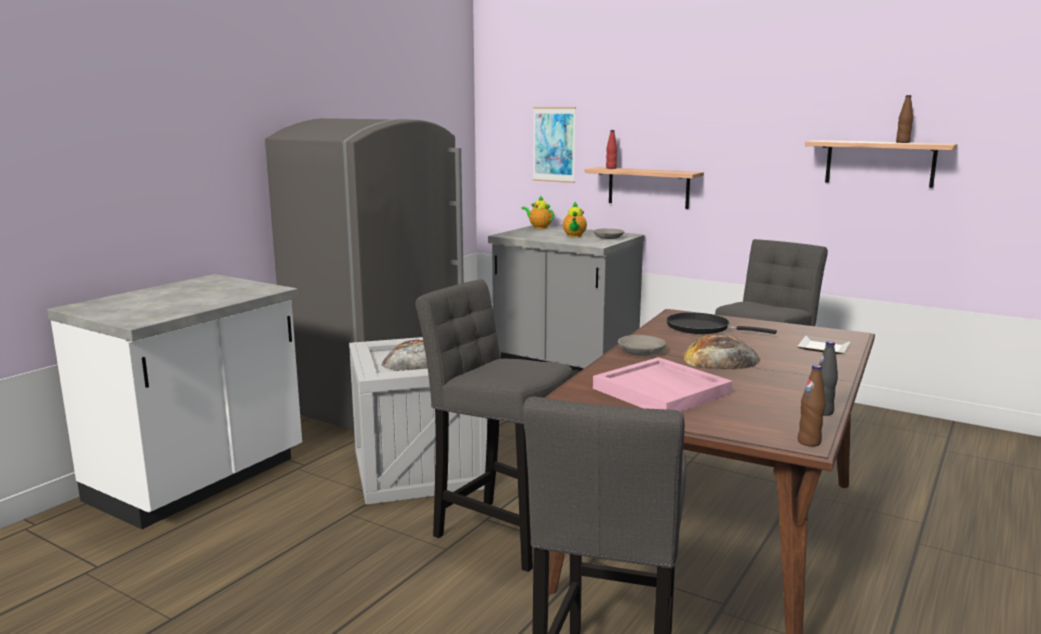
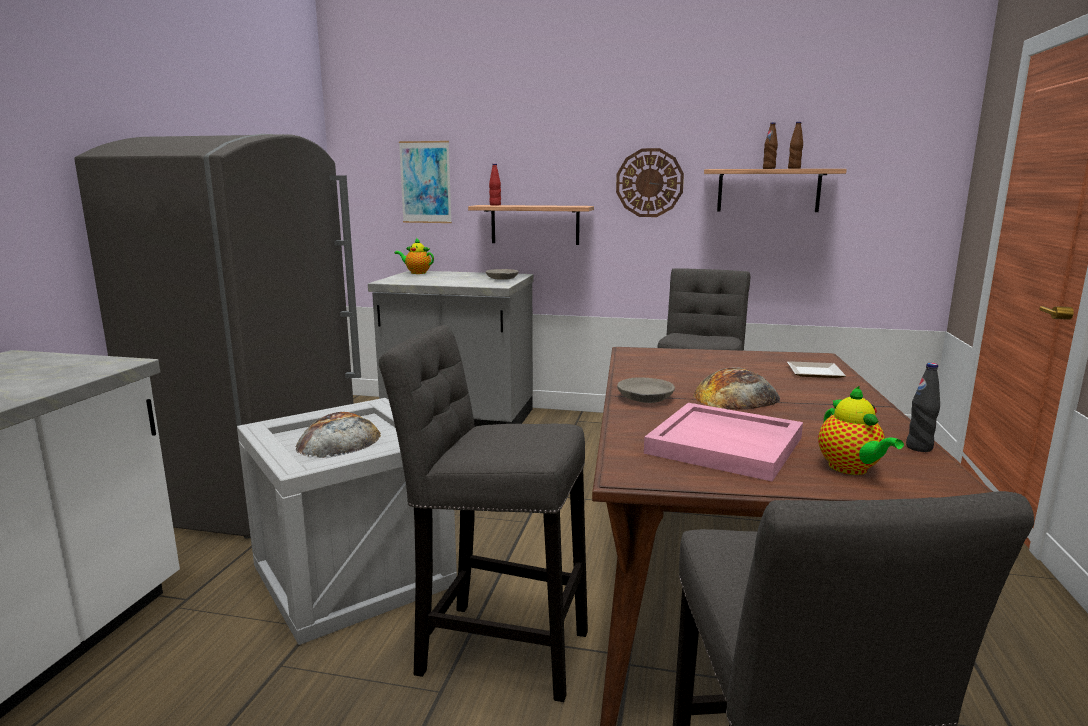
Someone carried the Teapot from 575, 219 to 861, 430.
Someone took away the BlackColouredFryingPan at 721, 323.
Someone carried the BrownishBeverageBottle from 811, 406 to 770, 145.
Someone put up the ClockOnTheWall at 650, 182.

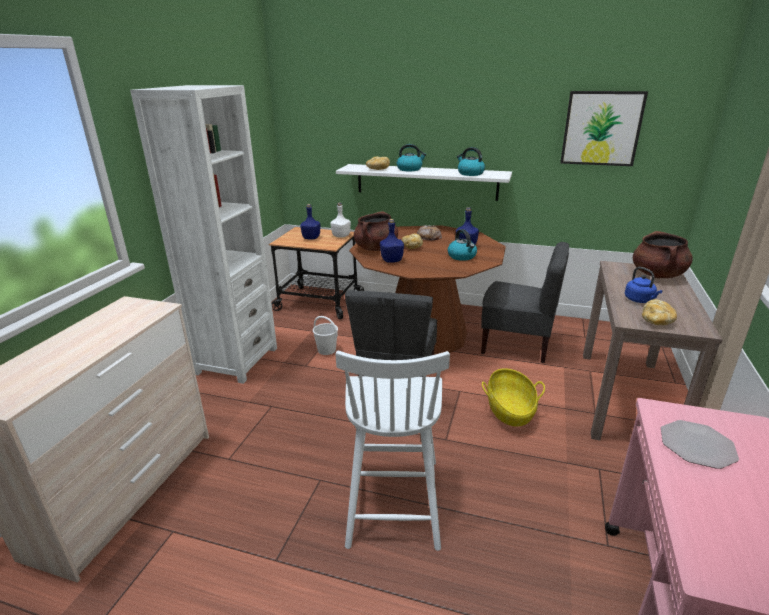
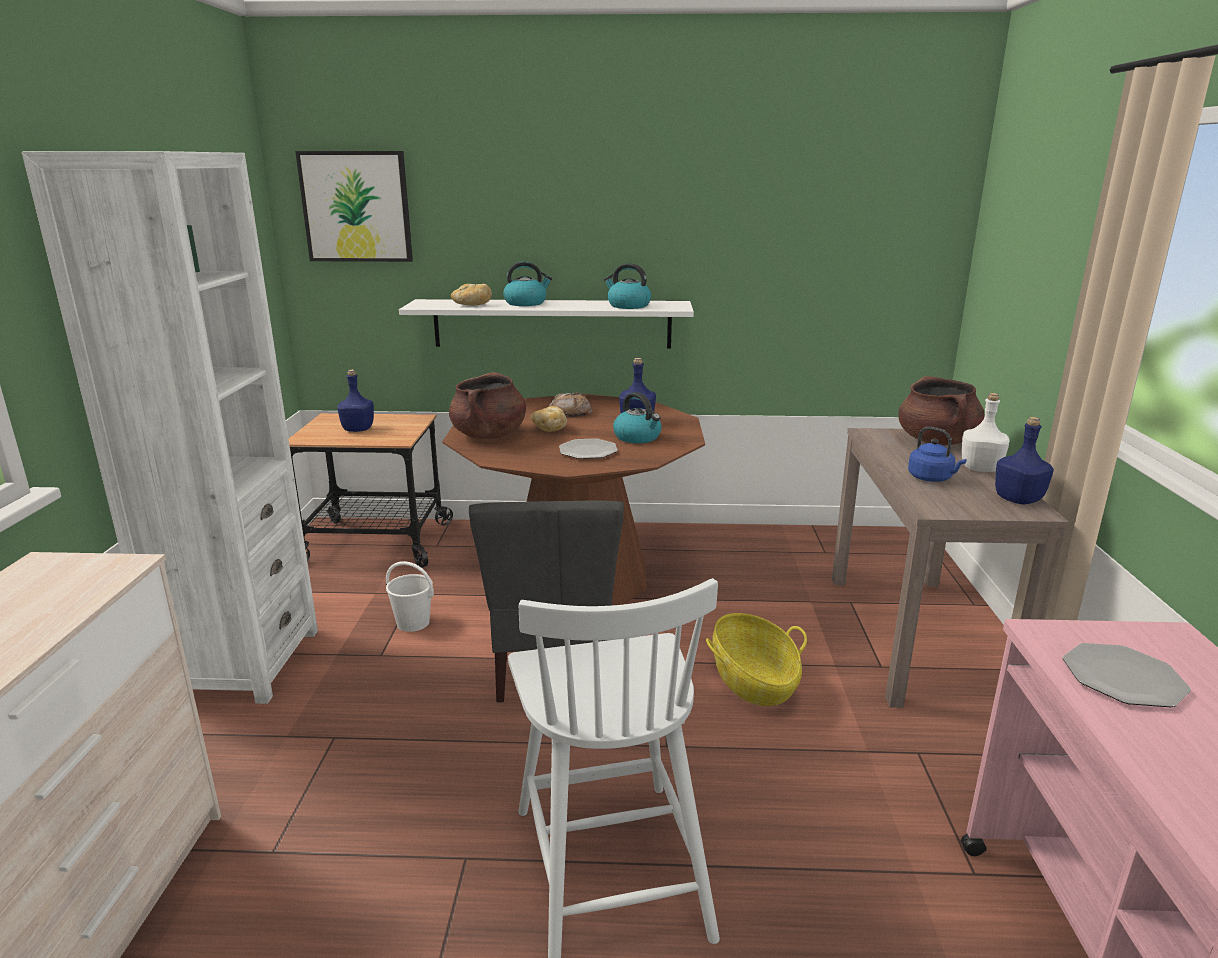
Someone carried the WhiteBeverageBottle from 340, 220 to 986, 432.
Someone carried the BlueBeverageBottle from 392, 241 to 1024, 460.
Someone took away the GrayUprightChair at 525, 302.
Someone carried the WallPicture from 604, 128 to 354, 206.
Someone took away the Bread at 659, 312.
Someone put down the FlatDish at 588, 448.

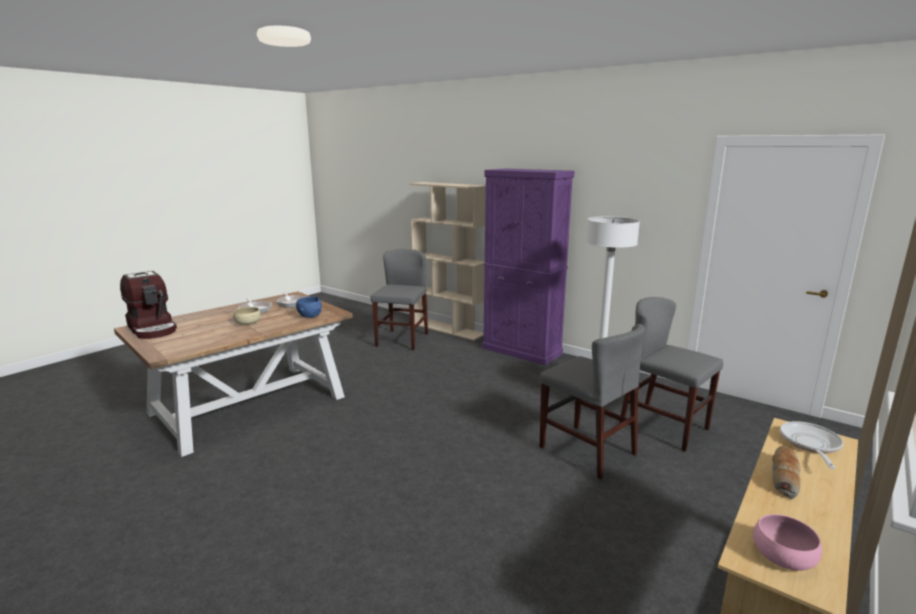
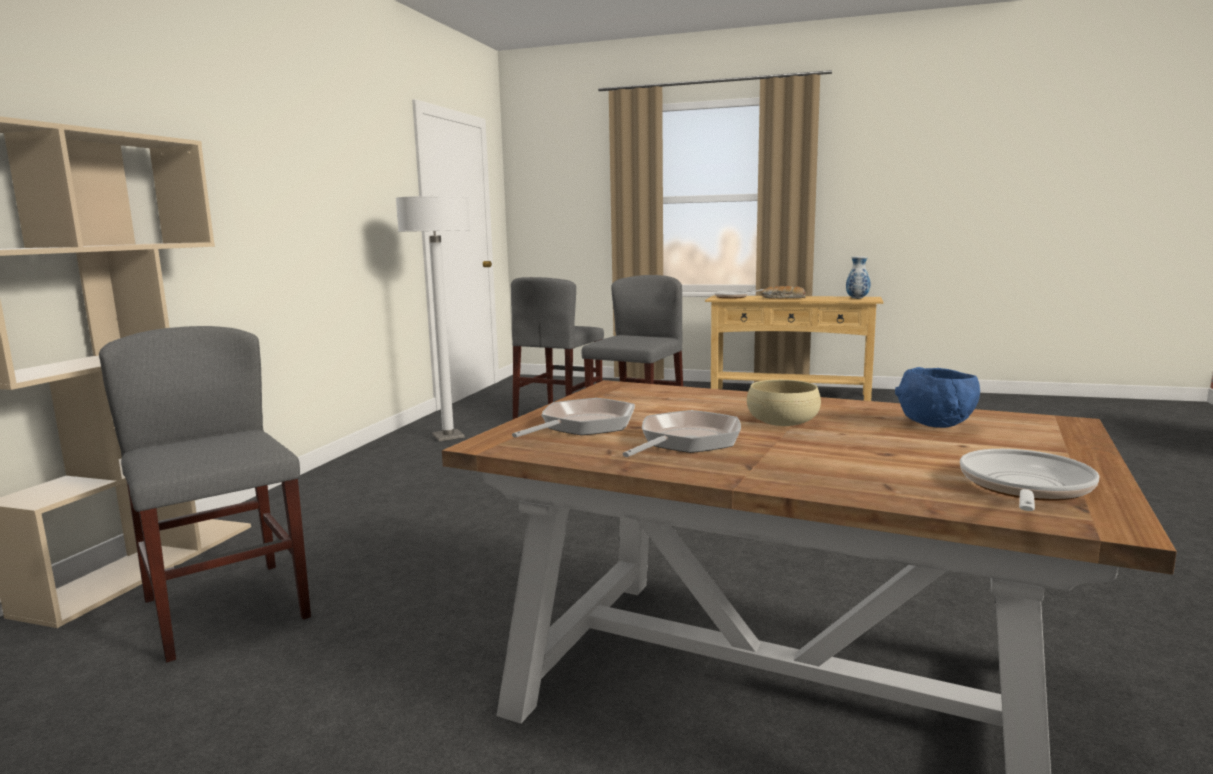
Someone swapped the CoffeeMachine at 148, 305 for the FryingPan at 1030, 480.
Someone carried the BlueDeepDish from 309, 307 to 937, 397.
Someone rotated the GrayUprightChair at 399, 299 by 60 degrees clockwise.
Someone took away the PurpleColouredCabinet at 528, 267.
Someone swapped the PinkishDeepDish at 787, 542 for the Vase at 858, 277.

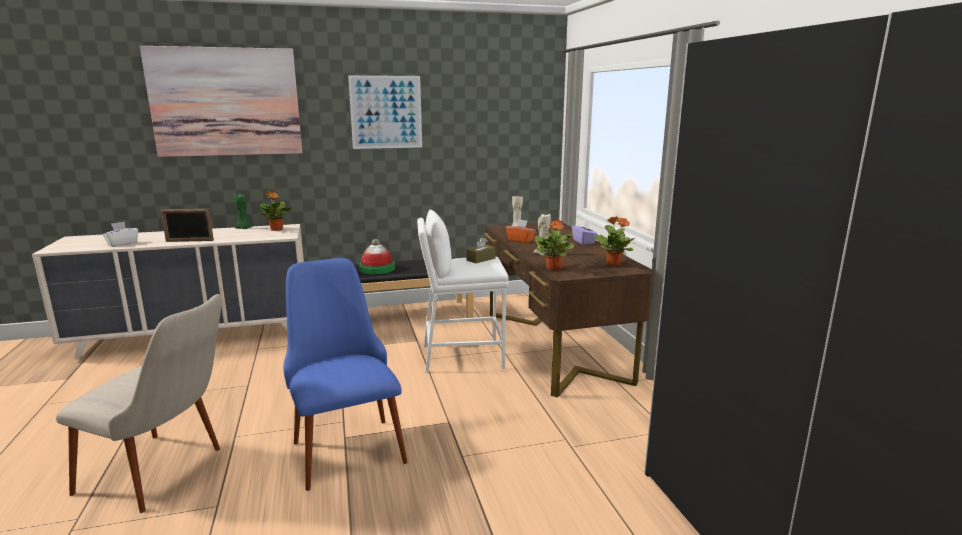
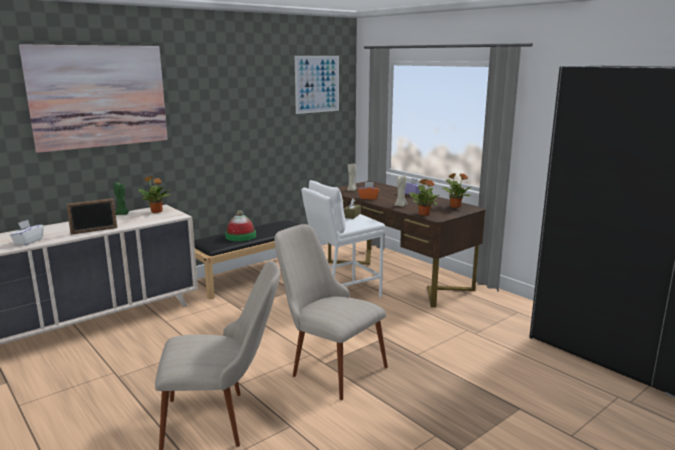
Someone repainted the BlueUprightChair at 346, 374, which became the BeigeColouredUprightChair at 331, 312.
Someone carried the WallPicture from 385, 112 to 317, 85.

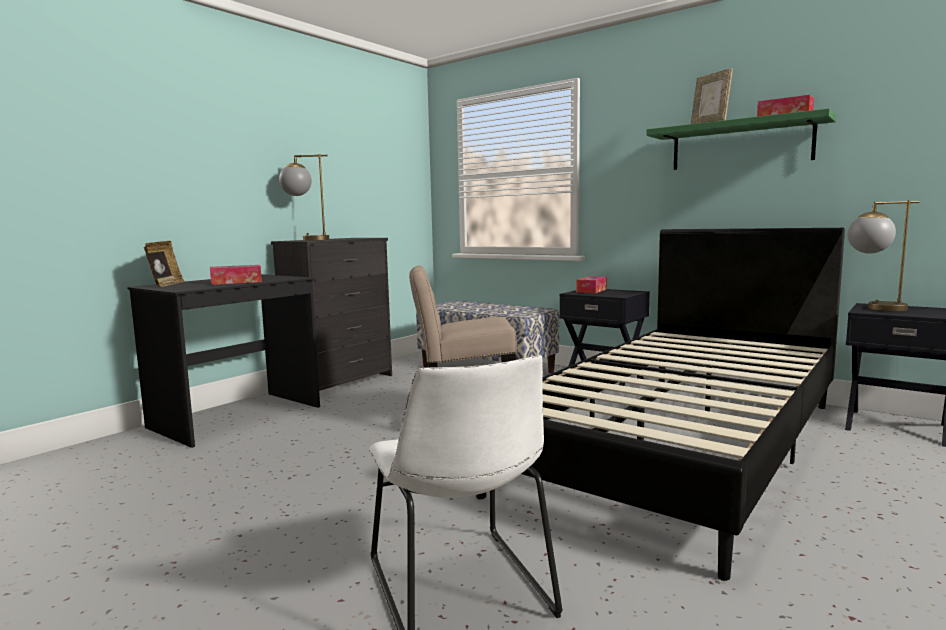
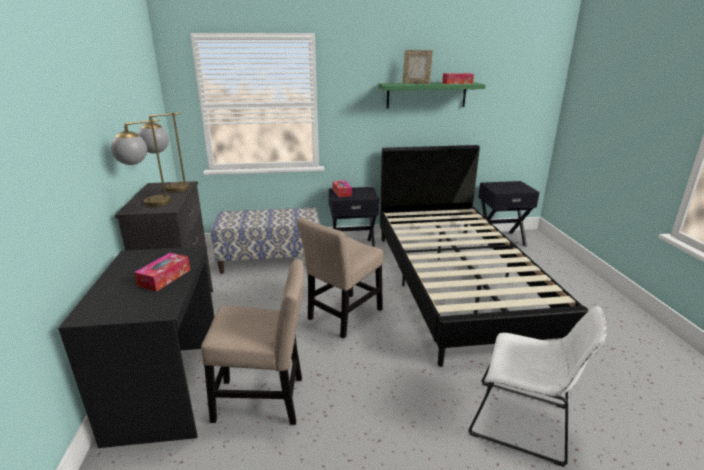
Someone took away the PhotoFrame at 164, 264.
Someone carried the TabletopLamp from 883, 255 to 163, 152.
Someone put down the BeigeColouredUprightChair at 252, 342.

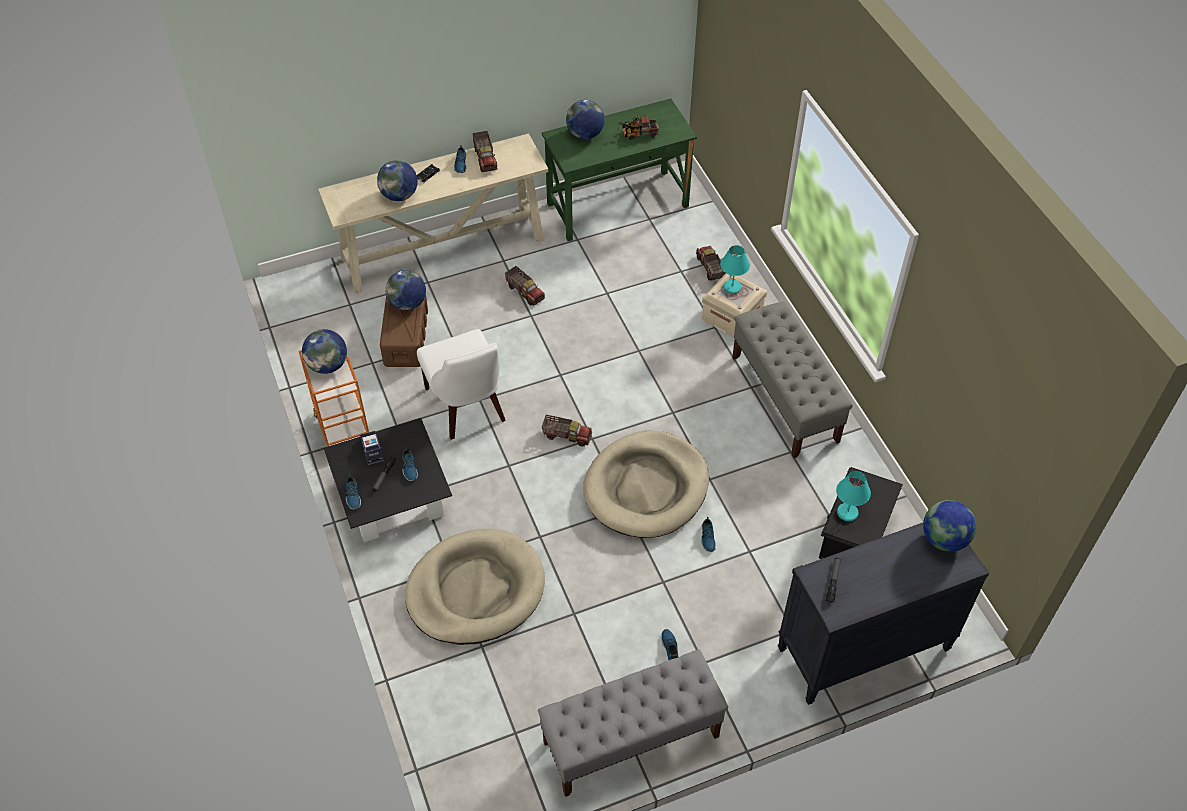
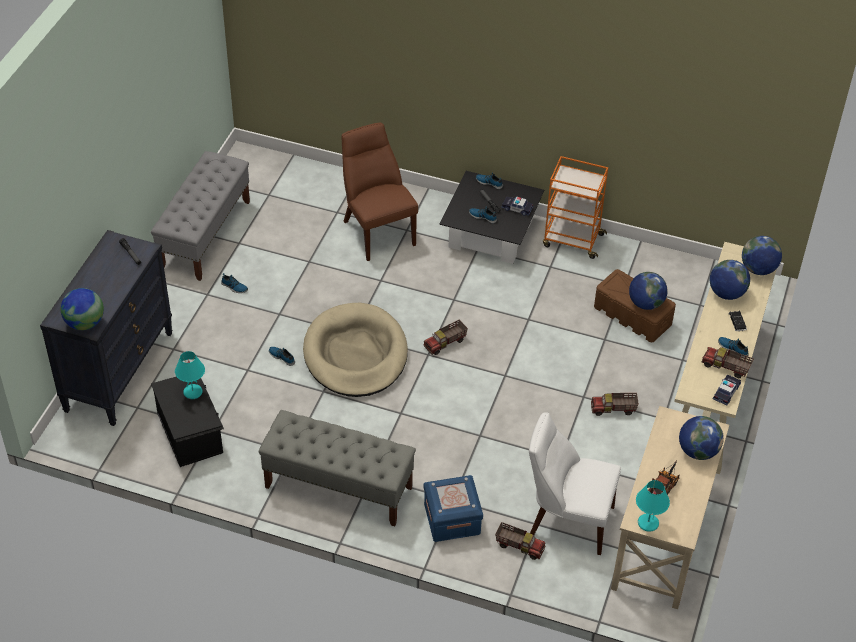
Someone carried the WorldGlobe from 324, 351 to 762, 255.
Someone swapped the BeigeColouredDogBed at 475, 587 for the BrownishUprightChair at 380, 192.
Someone carried the WhiteUprightChair from 461, 384 to 575, 483.
Someone repainted the GreenDesk at 619, 170, which became the BeigeColouredDesk at 670, 507.
Someone repainted the BeigeColouredStorageContainer at 734, 305, which became the BlueStorageContainer at 453, 508.
Someone carried the TurquoiseTabletopLamp from 735, 269 to 653, 506.
Someone put down the MiniatureCar at 727, 389.

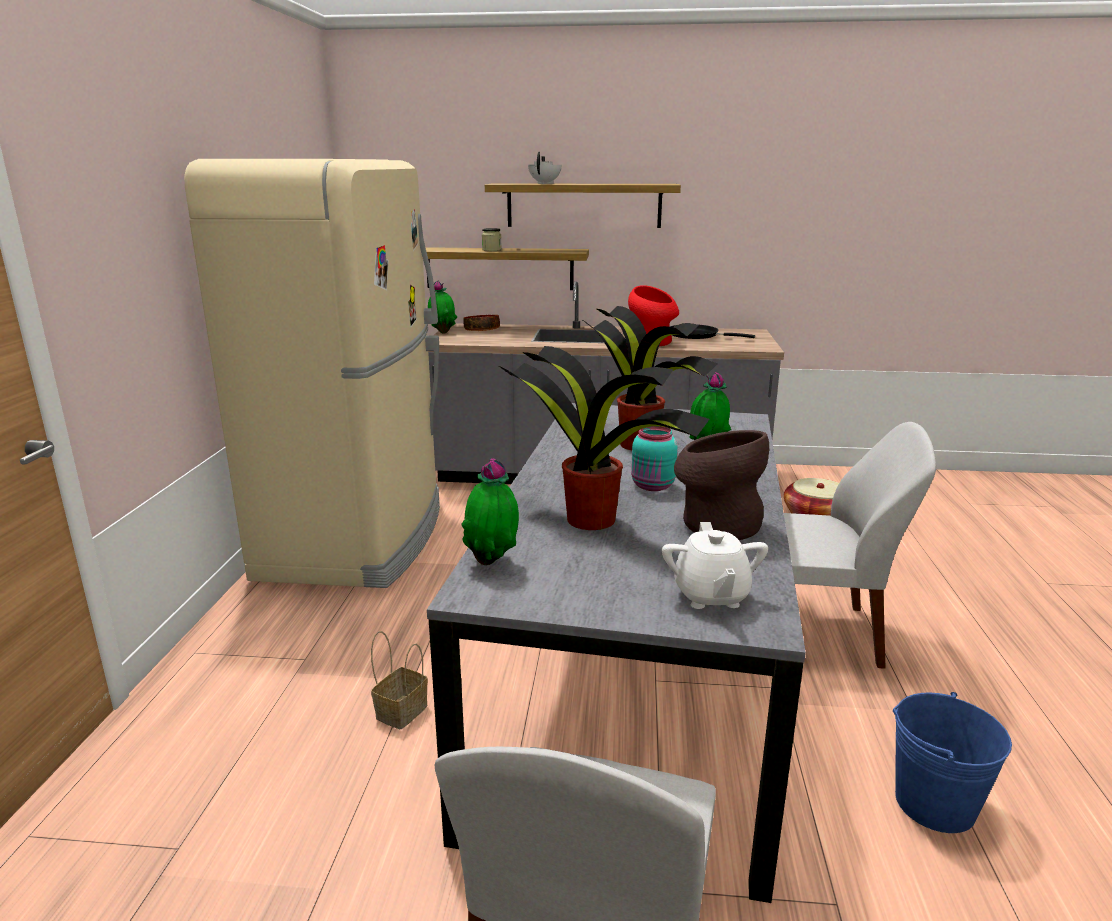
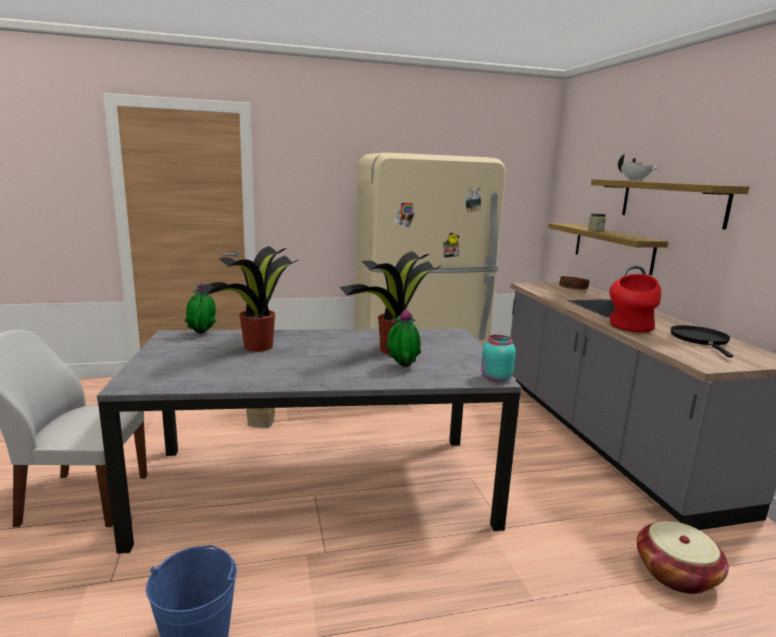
Someone took away the PlantInAPot at 442, 307.
Someone carried the TurquoiseJar from 654, 458 to 498, 358.
Someone took away the WhiteTeapot at 715, 565.
Someone took away the BrownishVase at 721, 485.
Someone took away the WhiteUprightChair at 860, 545.

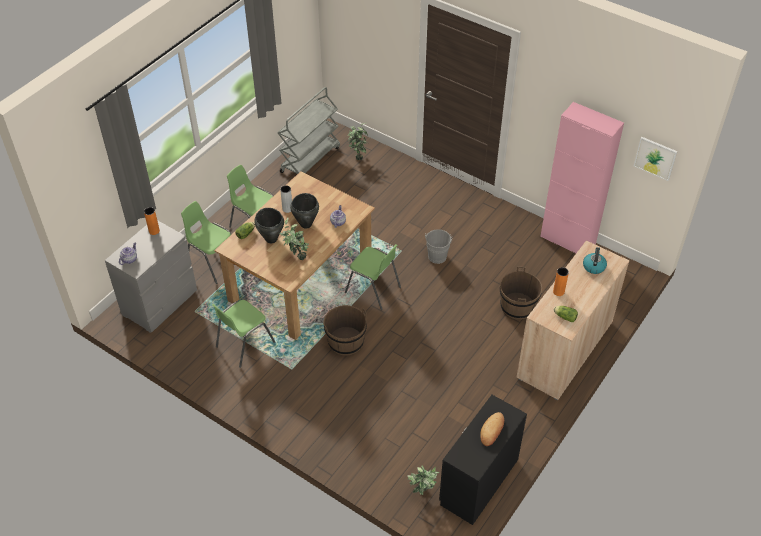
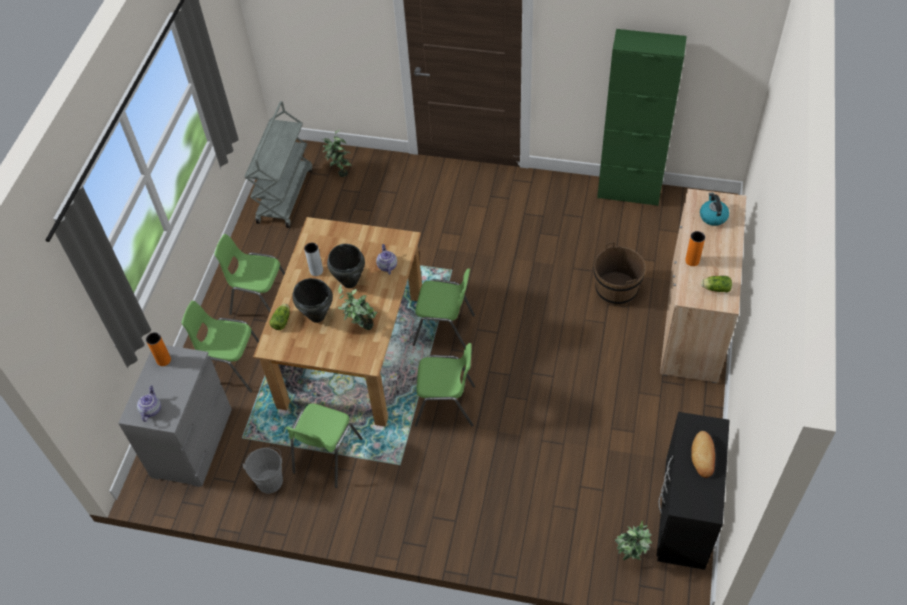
Someone swapped the BrownishBucket at 345, 330 for the GreenUprightChair at 445, 385.
Someone carried the GrayBucket from 438, 246 to 263, 470.
Someone repainted the PinkishCabinet at 582, 177, which became the GreenCabinet at 642, 117.
Someone took away the WallPicture at 656, 159.

